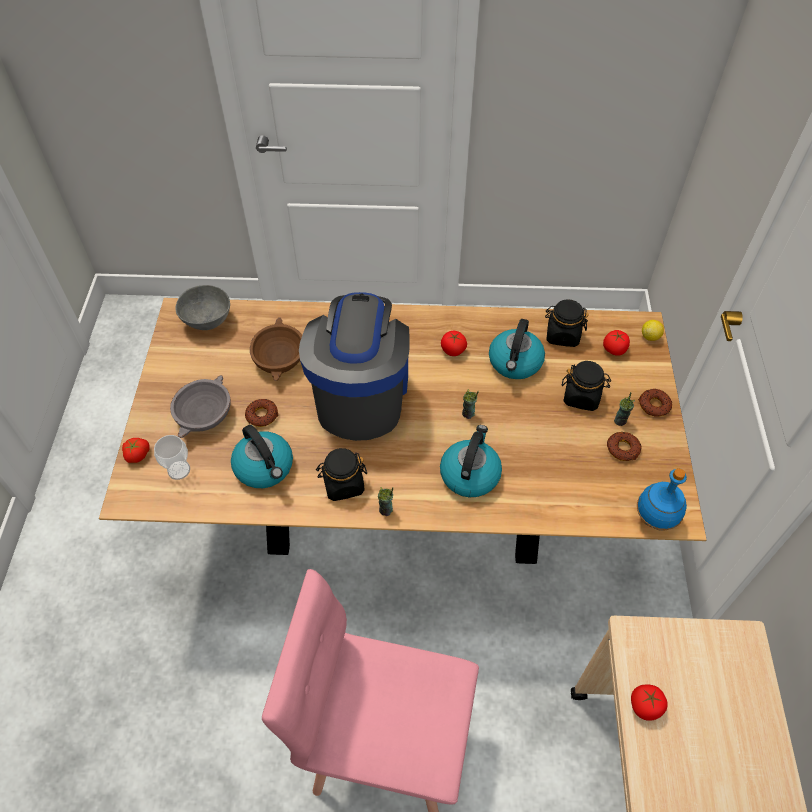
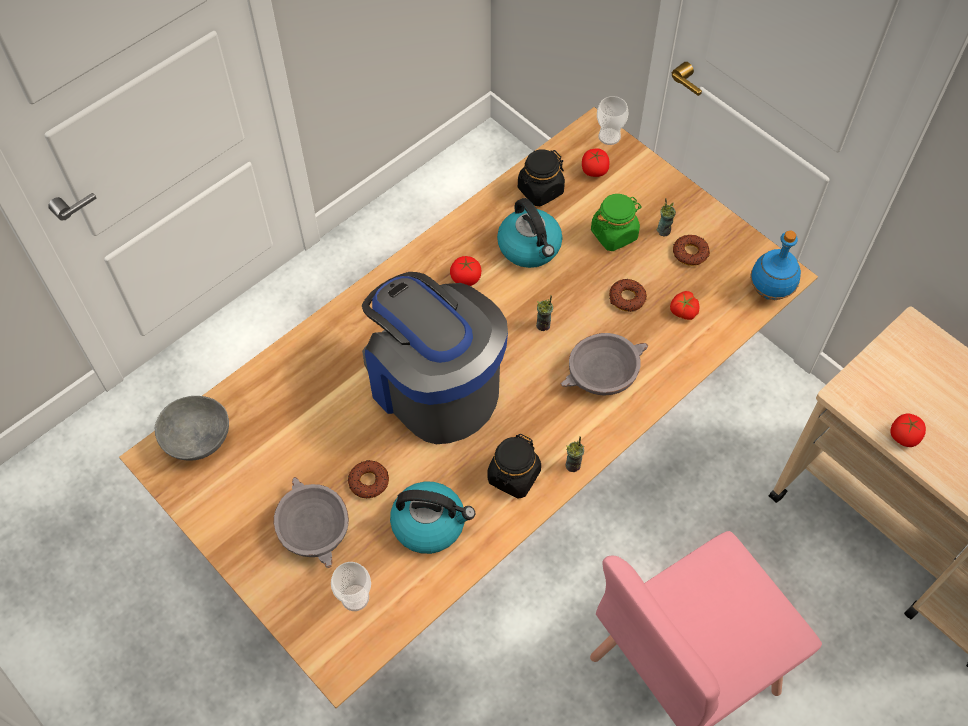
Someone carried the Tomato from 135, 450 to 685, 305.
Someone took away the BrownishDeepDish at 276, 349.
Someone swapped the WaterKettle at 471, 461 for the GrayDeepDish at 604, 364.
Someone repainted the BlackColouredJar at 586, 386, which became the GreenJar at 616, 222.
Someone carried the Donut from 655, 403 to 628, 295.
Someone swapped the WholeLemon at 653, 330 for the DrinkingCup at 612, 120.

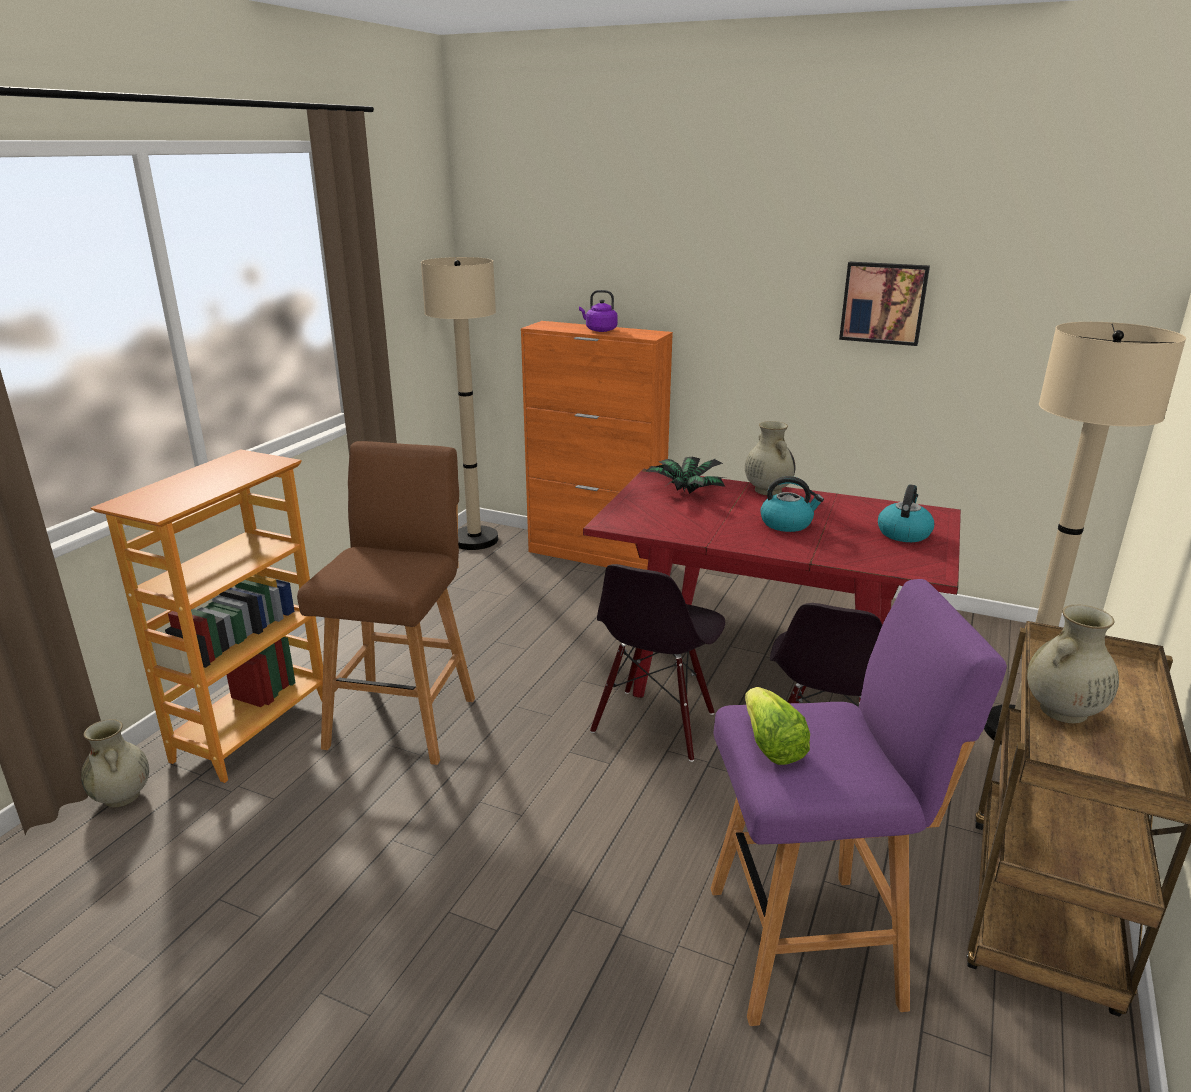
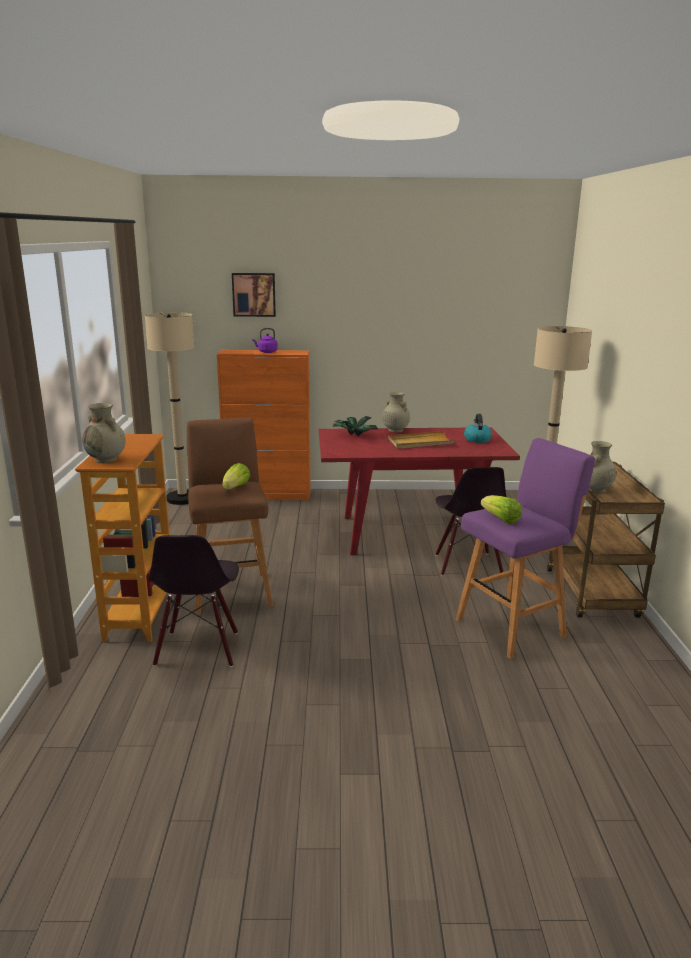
Someone carried the BeigeColouredVase from 115, 763 to 104, 433.
Someone carried the BlackColouredUprightChair from 657, 663 to 194, 601.
Someone swapped the WaterKettle at 792, 504 for the BeigeColouredTray at 422, 440.
Someone carried the WallPicture from 884, 304 to 254, 295.
Someone put down the LettuceHead at 236, 476.

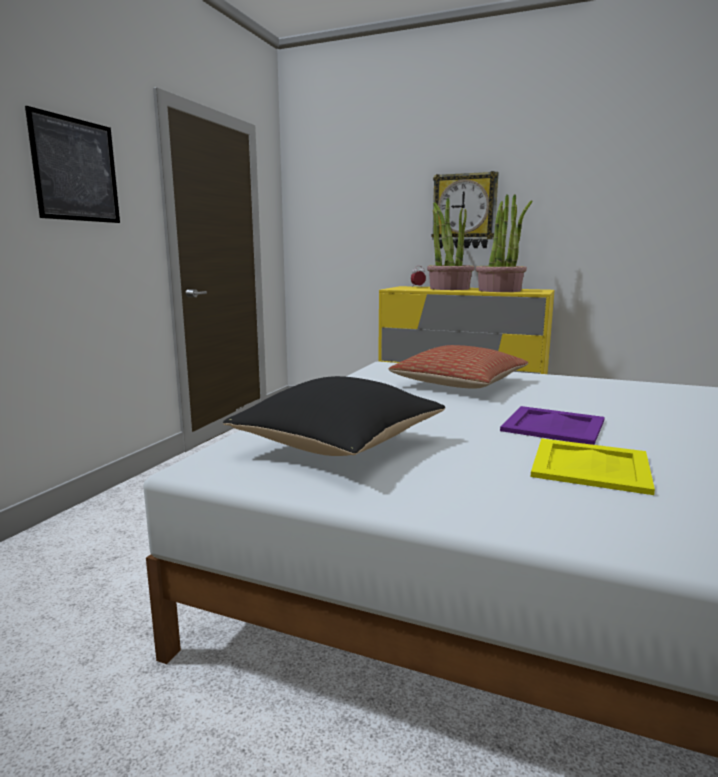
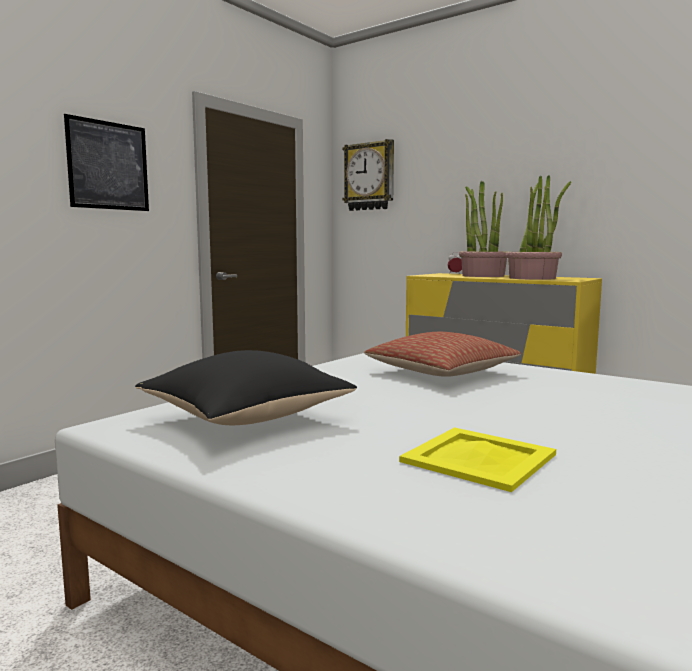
Someone carried the ClockOnTheWall from 465, 209 to 368, 175.
Someone took away the PurpleColouredTray at 552, 425.

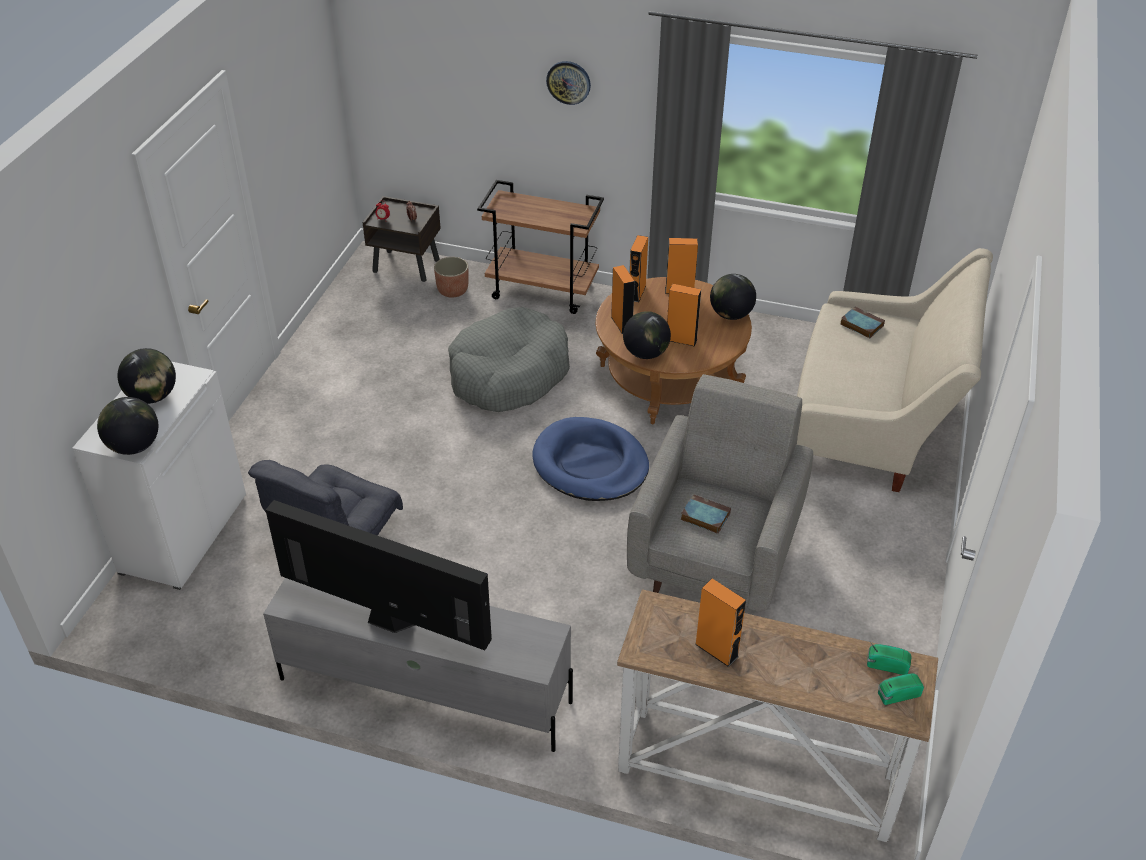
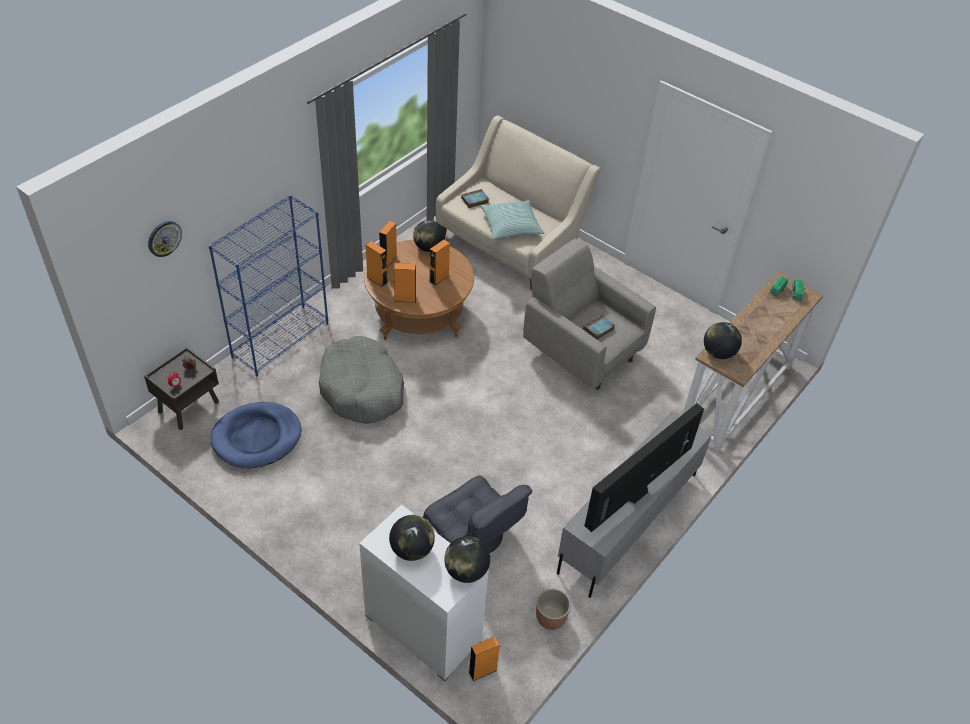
Someone carried the FlowerPot from 451, 277 to 553, 609.
Someone swapped the BrownishCart at 540, 247 for the BlueBookcase at 268, 285.
Someone carried the BlueDogBed from 591, 459 to 256, 435.
Someone carried the ClockOnTheWall from 568, 83 to 165, 239.
Someone carried the WorldGlobe from 647, 335 to 723, 340.
Someone carried the OrangeColouredSpeaker from 720, 623 to 484, 658.
Someone put down the ThrowPillow at 512, 220.

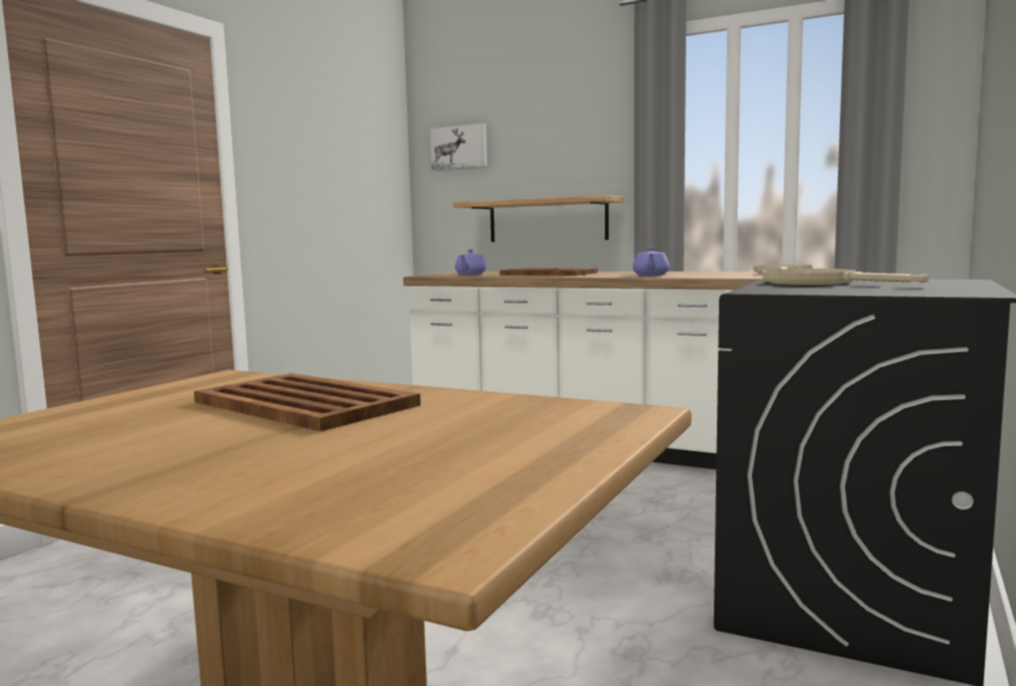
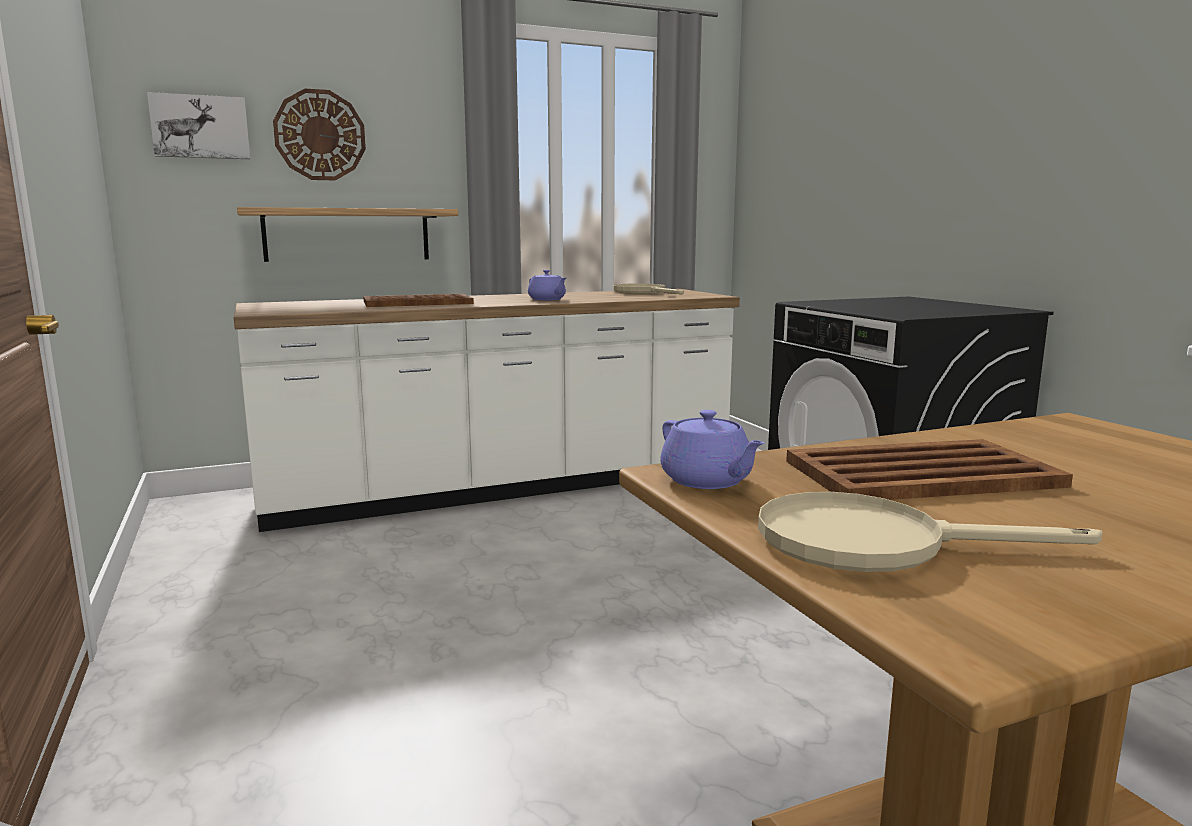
Someone carried the PurpleColouredTeapot from 471, 262 to 712, 449.
Someone carried the BeigeColouredFryingPan from 845, 277 to 930, 532.
Someone put up the ClockOnTheWall at 319, 135.

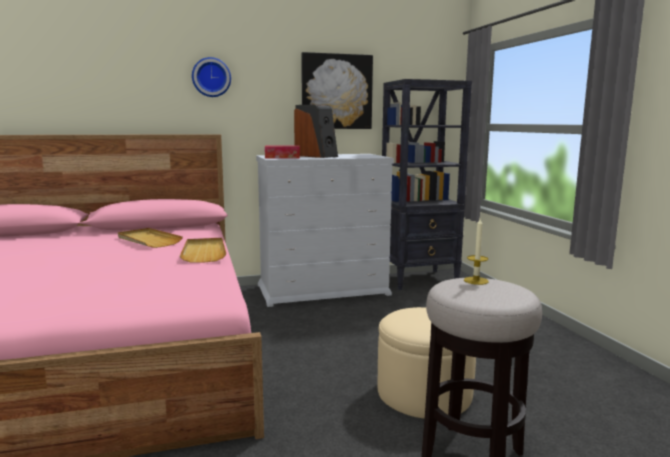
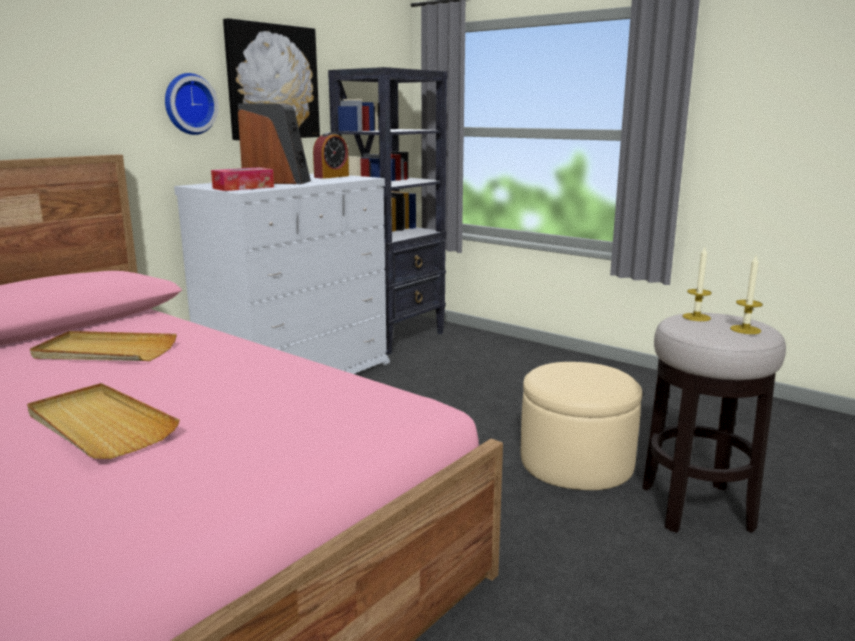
Someone carried the BeigeColouredTray from 203, 250 to 103, 421.
Someone carried the ClockOnTheWall from 211, 77 to 191, 104.
Someone put down the BedsideClock at 331, 155.
Someone put down the WaxLight at 746, 295.

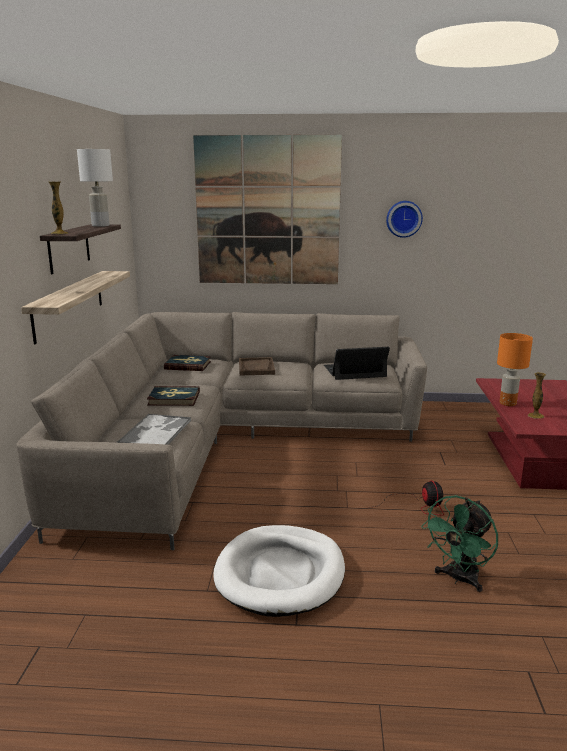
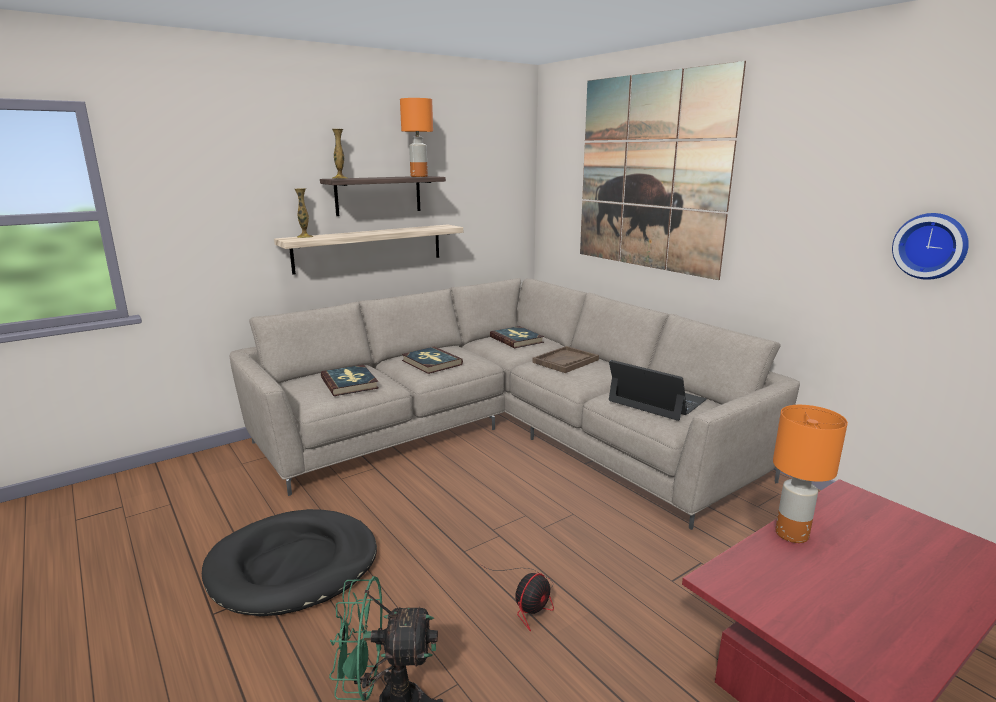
Someone repainted the WhiteTabletopLamp at 95, 188, which became the OrangeColouredTabletopLamp at 416, 137.
Someone swapped the Tray at 153, 429 for the Volume at 350, 380.
Someone repainted the WhiteDogBed at 279, 571, which became the BlackColouredDogBed at 289, 562.
Someone carried the ClockOnTheWall from 404, 219 to 930, 246.
Someone carried the Vase from 537, 395 to 304, 213.

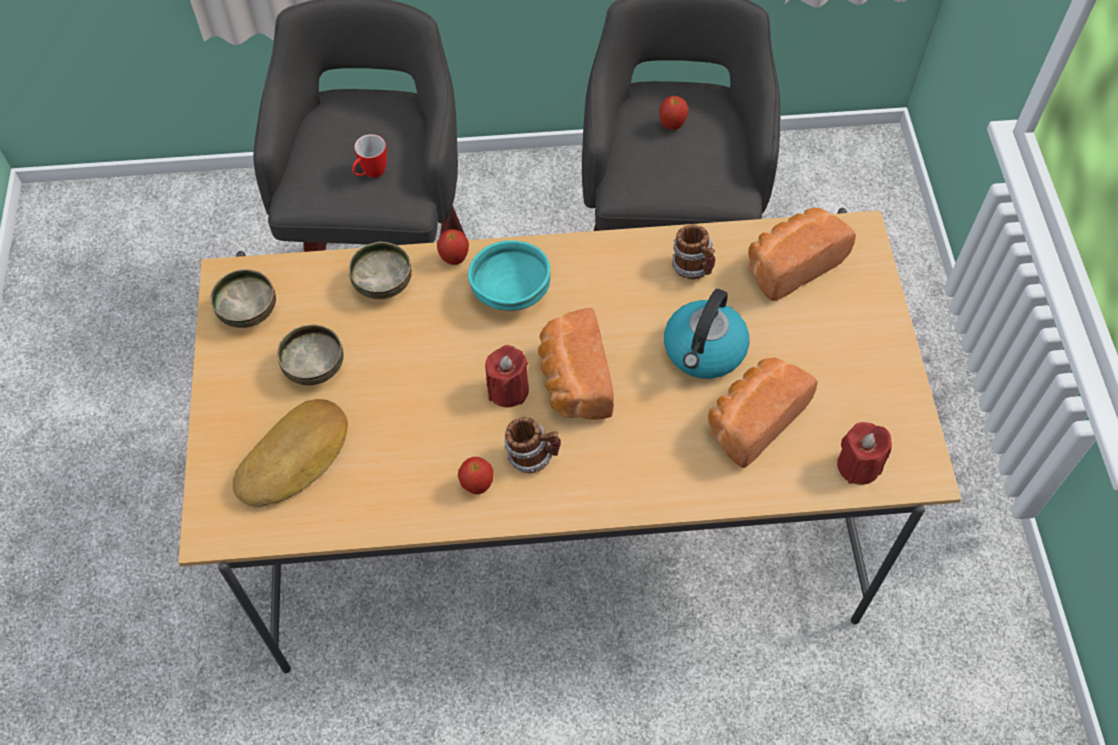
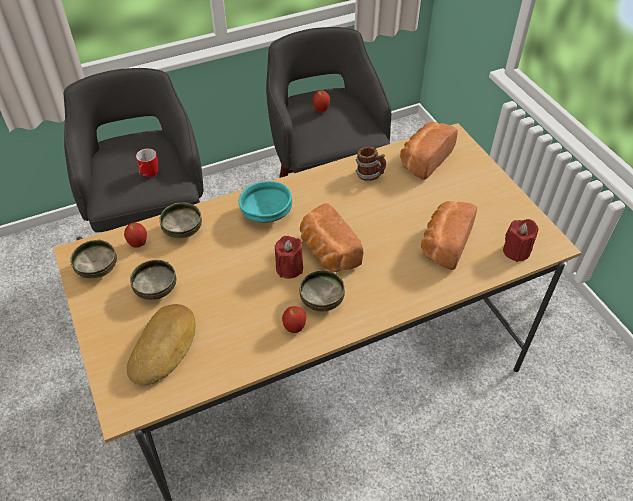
Someone carried the Apple from 453, 247 to 135, 235.
Someone swapped the CoffeeMug at 533, 445 for the DeepDish at 322, 291.
Someone took away the WaterKettle at 706, 334.

